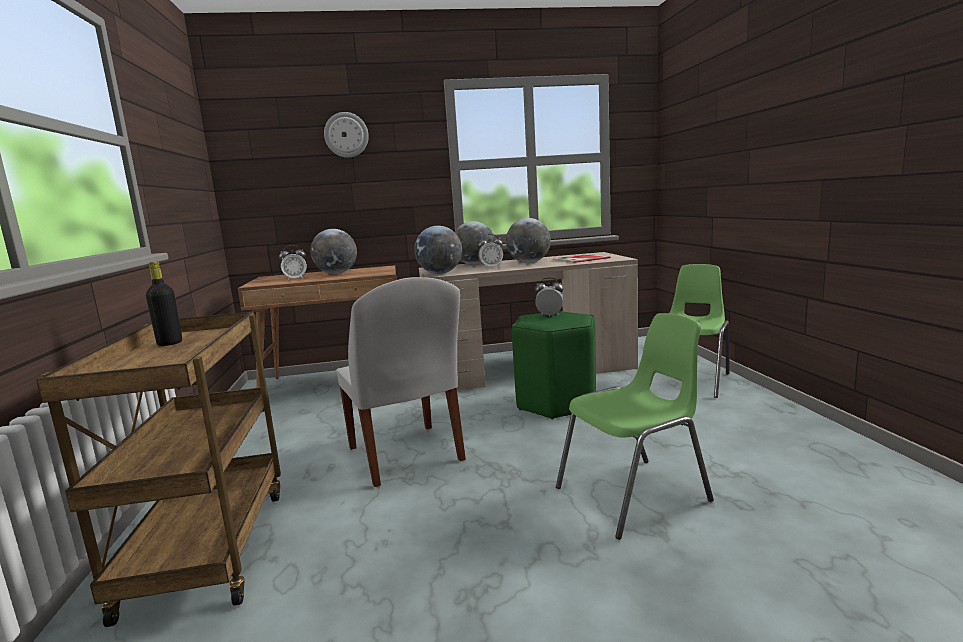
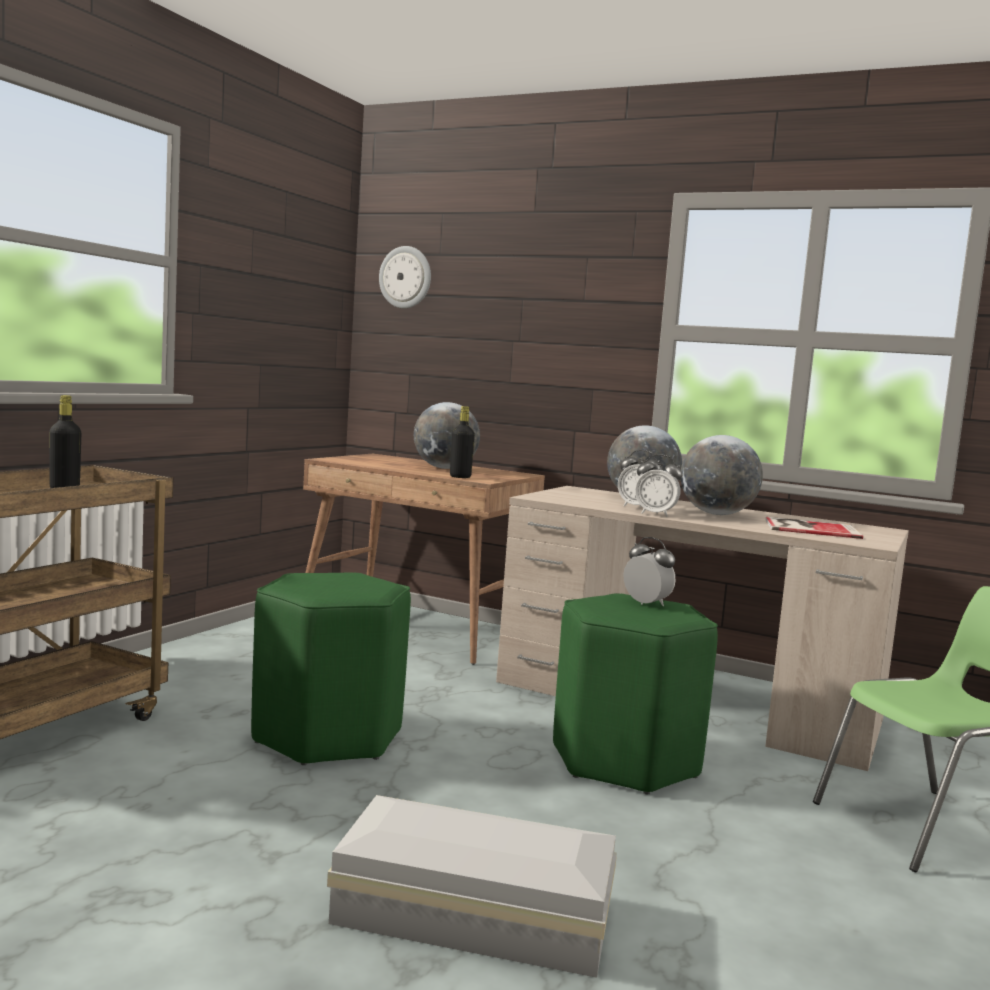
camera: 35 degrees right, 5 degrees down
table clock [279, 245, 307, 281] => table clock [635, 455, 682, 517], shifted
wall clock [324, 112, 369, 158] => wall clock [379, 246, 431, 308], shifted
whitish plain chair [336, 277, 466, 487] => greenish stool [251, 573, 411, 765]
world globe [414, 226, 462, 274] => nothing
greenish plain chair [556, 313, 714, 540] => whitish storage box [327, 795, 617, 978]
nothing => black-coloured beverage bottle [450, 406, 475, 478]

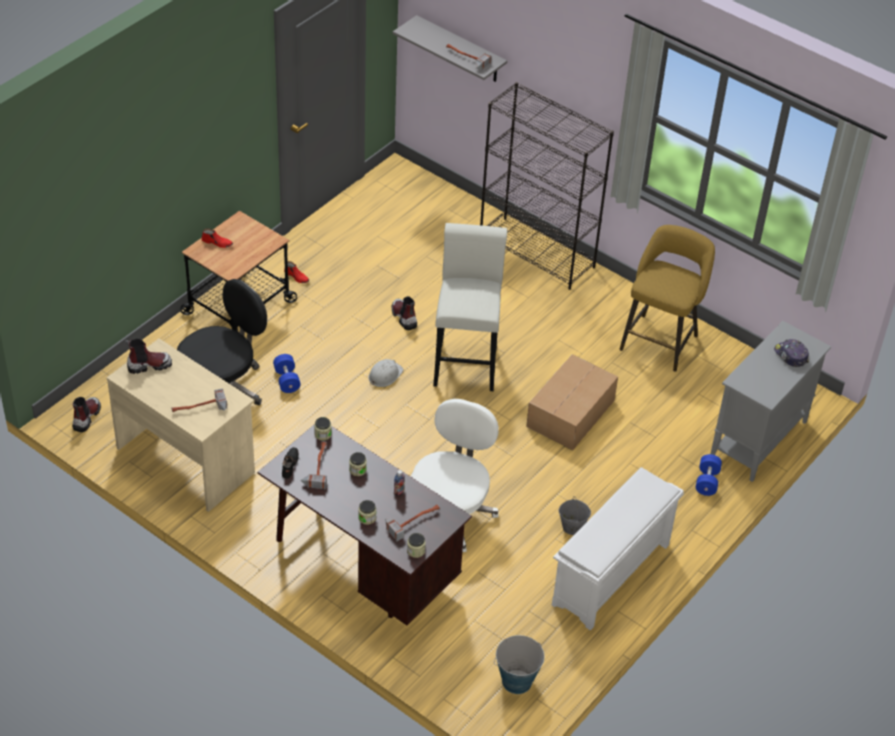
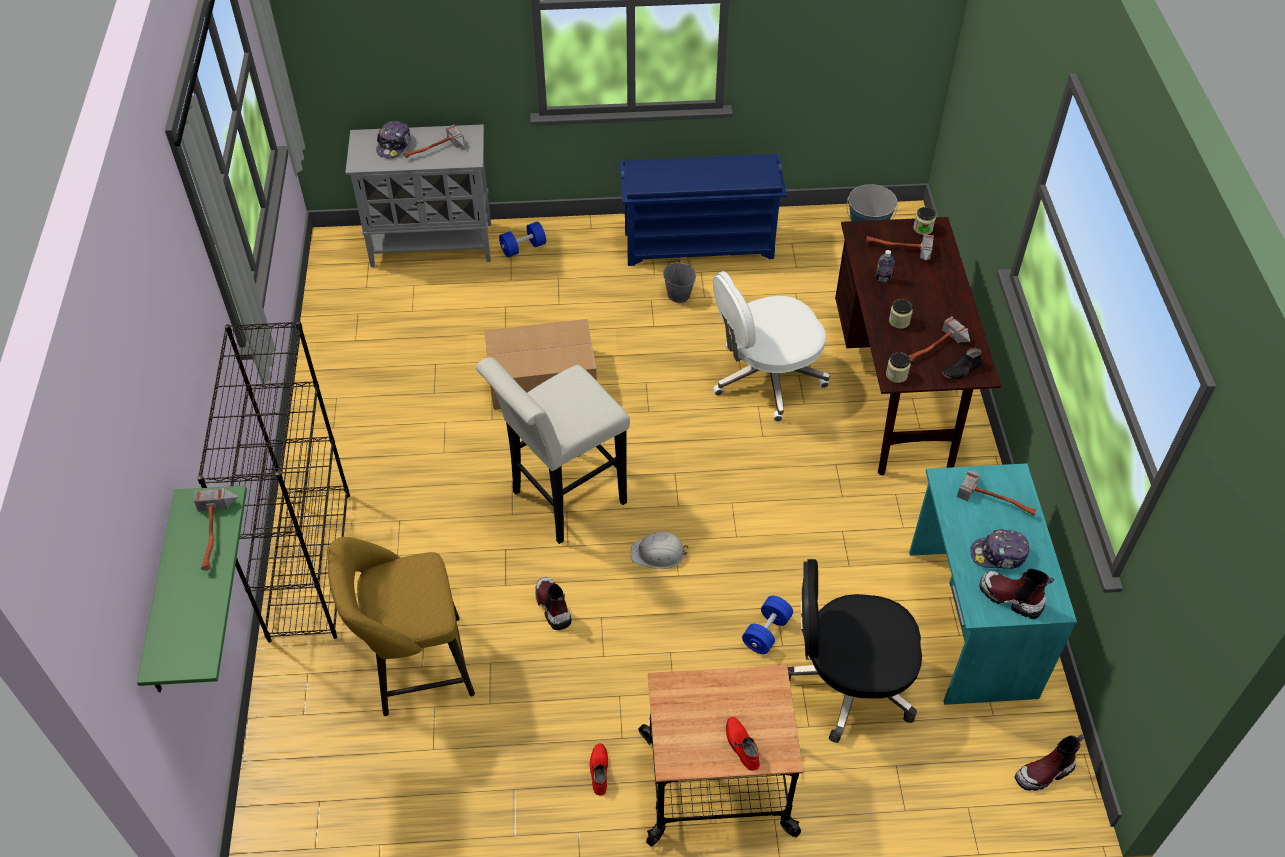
camera: 130 degrees left, 5 degrees up
beige-coloured desk unit [107, 339, 255, 512] => turquoise desk unit [909, 463, 1077, 705]
preserve jar [358, 500, 376, 525] => nothing
high-top boot [392, 296, 417, 330] => high-top boot [535, 577, 572, 630], 135 degrees clockwise
grey bracket shelf [393, 15, 507, 82] => greenish bracket shelf [137, 486, 247, 692]
whitish shoe stand [552, 467, 684, 630] => bluish shoe stand [620, 154, 787, 266]
yellow-coloured stool [620, 225, 715, 372] => yellow-coloured stool [328, 537, 475, 716], shifted
nothing => hand hammer [403, 124, 464, 158]
nothing => peaked cap [971, 529, 1029, 569]

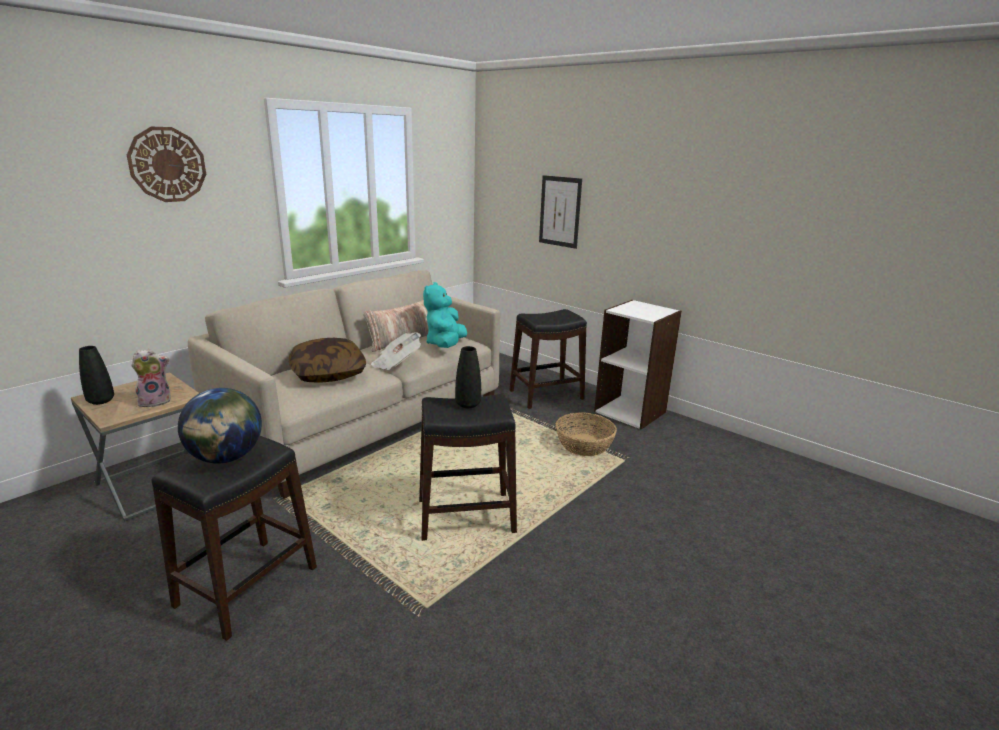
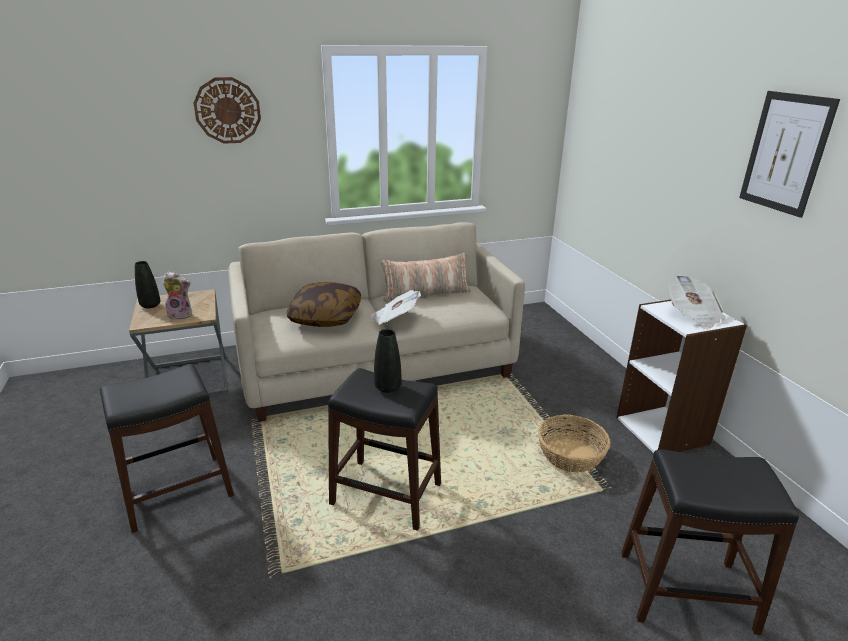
camera: 30 degrees right, 5 degrees up
world globe [178, 388, 262, 464] => nothing
turquoise plush toy [423, 282, 467, 348] => nothing
black-coloured stool [509, 309, 587, 409] => black-coloured stool [621, 449, 799, 635], shifted
wall picture [539, 175, 582, 249] => wall picture [739, 91, 840, 218], shifted
nothing => daily paper [668, 274, 726, 330]

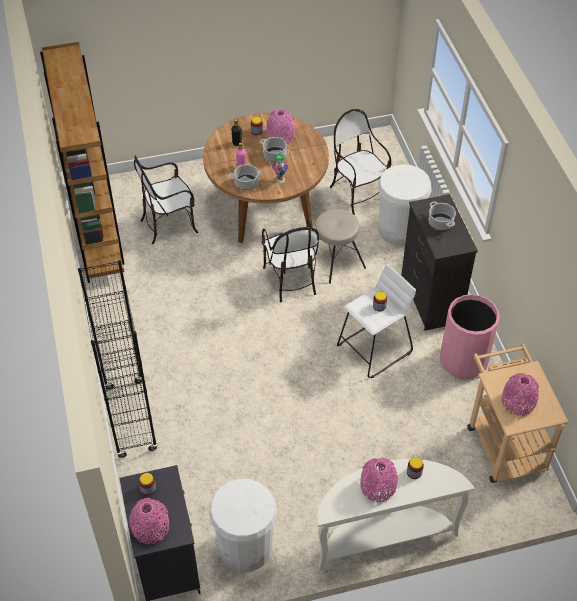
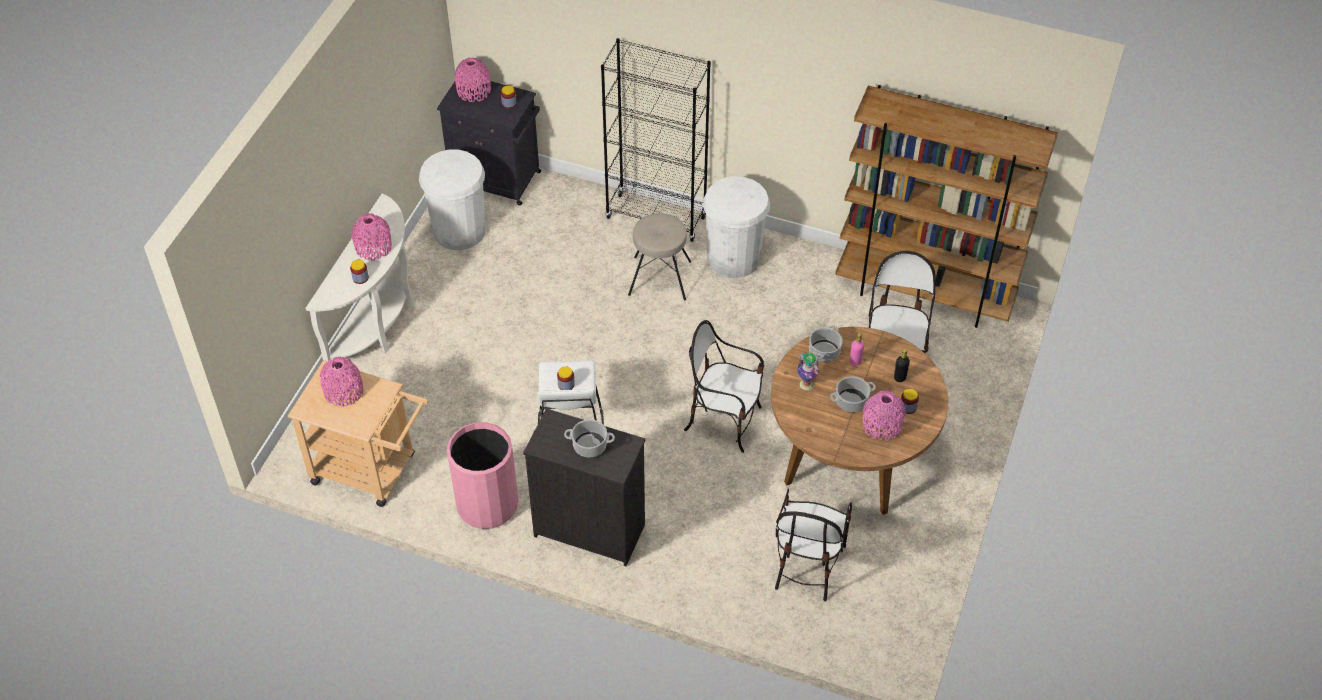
camera: 125 degrees right, 0 degrees up
beige-coloured stool [316, 209, 366, 284] => beige-coloured stool [628, 213, 691, 300], shifted
plain chair [330, 109, 391, 215] => plain chair [775, 488, 852, 601], 105 degrees clockwise
whitish trash can [378, 164, 432, 246] => whitish trash can [703, 176, 770, 278], shifted

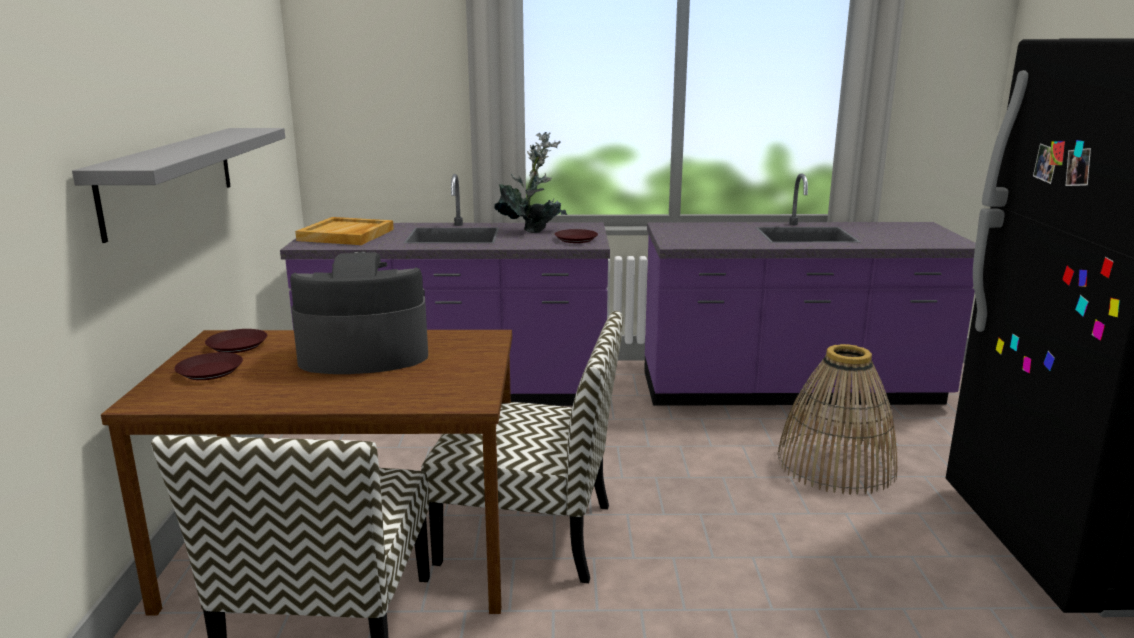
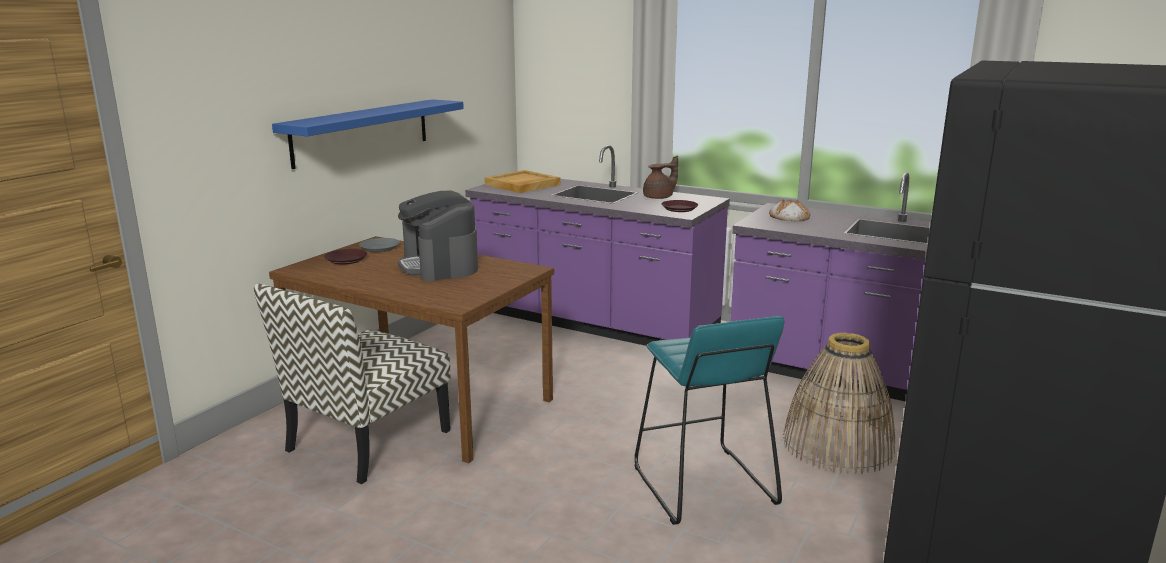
camera: 30 degrees right, 0 degrees up
grey bracket shelf [72, 128, 285, 243] => bluish bracket shelf [272, 99, 464, 169]
brownish plate [205, 329, 267, 353] => grey plate [359, 238, 400, 252]
coffee machine [290, 251, 428, 374] => coffee machine [398, 191, 478, 281], 135 degrees counterclockwise
plain chair [421, 311, 623, 583] => nothing
houseplant [494, 132, 567, 233] => brownish teapot [643, 156, 678, 199]
nothing => turquoise stool [635, 316, 784, 525]
nothing => bakery bread [769, 199, 810, 222]

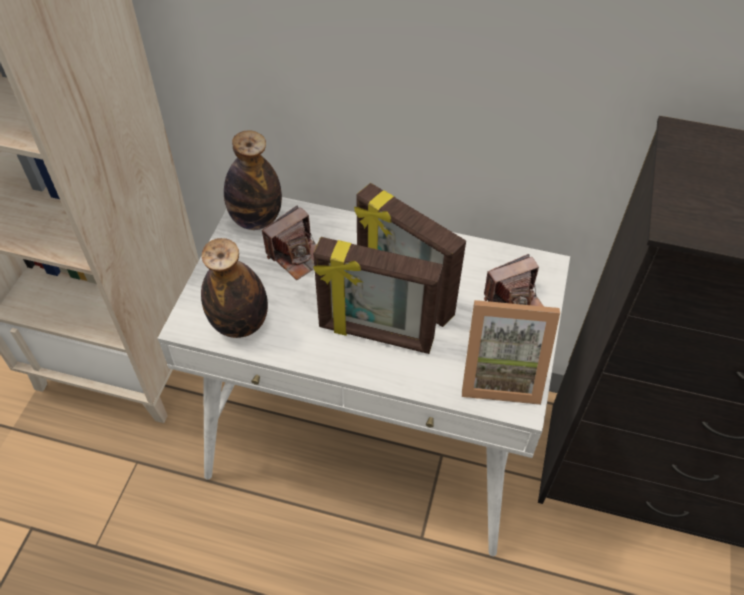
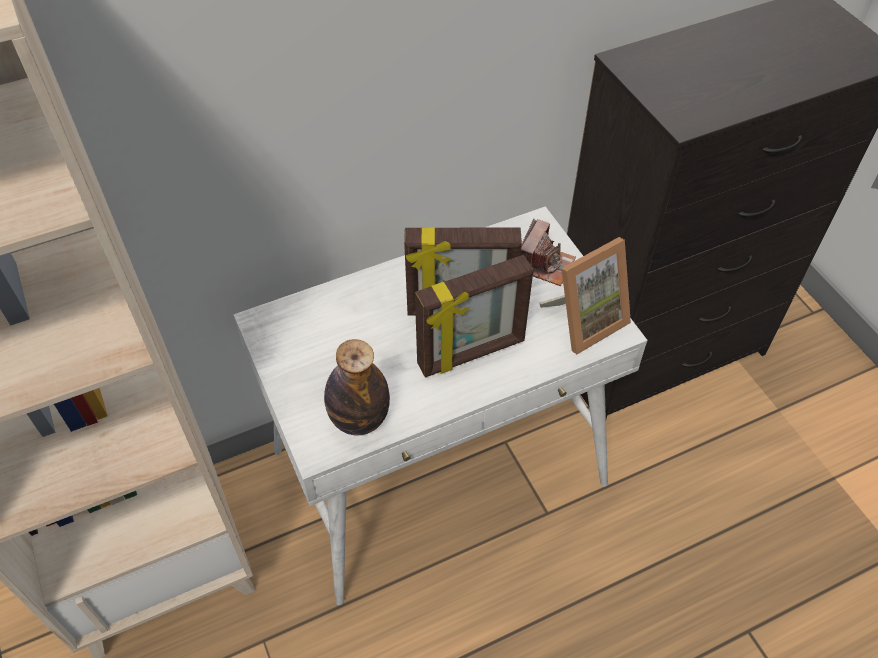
camera: 40 degrees left, 0 degrees up
beverage bottle [224, 131, 282, 230] => nothing
still camera [262, 205, 317, 280] => nothing

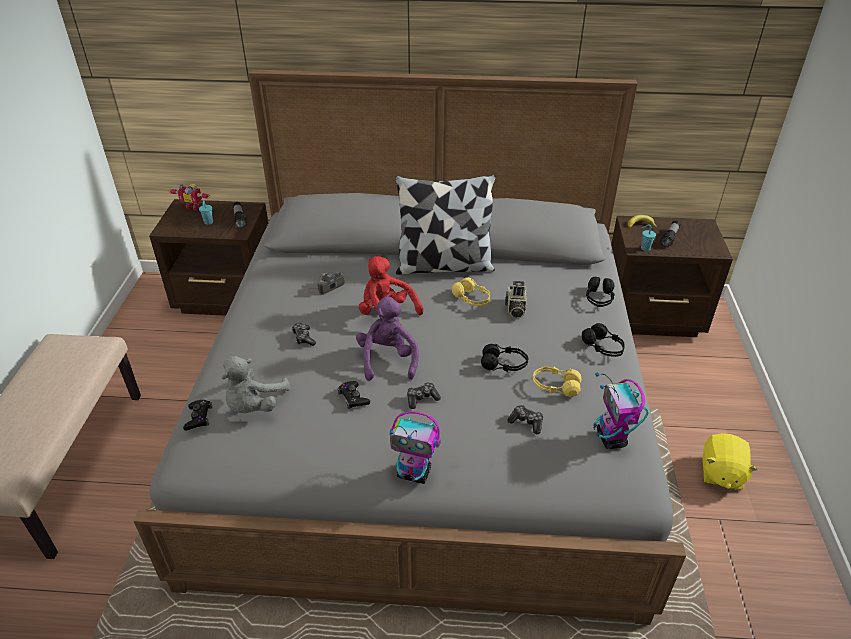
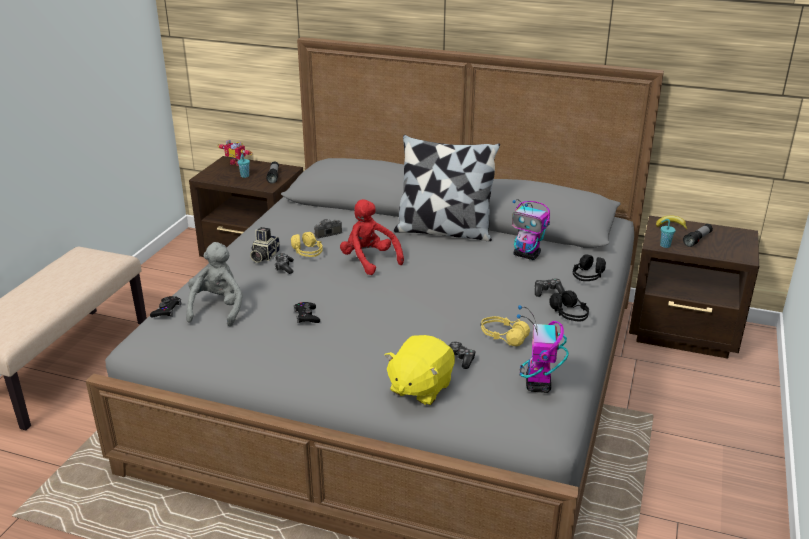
camera: 15 degrees right, 10 degrees down
grey plush toy [222, 356, 291, 413] => grey plush toy [186, 242, 243, 327], 150 degrees clockwise
purple plush toy [356, 297, 419, 381] => nothing
toy robot [390, 411, 441, 484] => toy robot [512, 199, 550, 260], shifted
gamepad [407, 382, 441, 409] => gamepad [535, 278, 565, 297], shifted
yellow-coloured headphones [452, 277, 490, 306] => yellow-coloured headphones [291, 232, 323, 257], shifted
black-coloured headphones [481, 344, 529, 372] => nothing
still camera [505, 281, 527, 319] => still camera [250, 227, 280, 263], shifted
yellow-coloured plush toy [702, 433, 758, 490] => yellow-coloured plush toy [385, 335, 455, 405], shifted

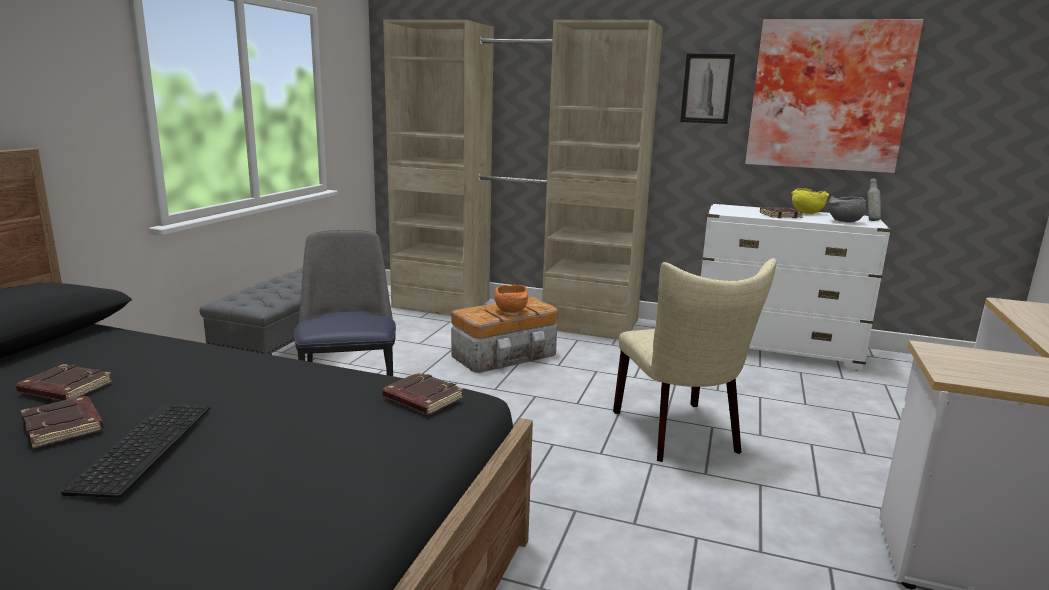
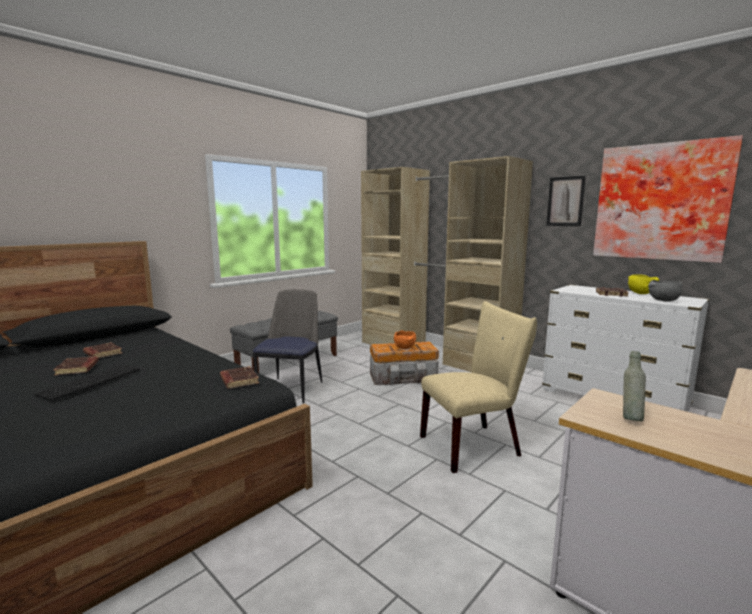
camera: 25 degrees right, 5 degrees down
beige-coloured plain chair [613, 258, 777, 462] => beige-coloured plain chair [420, 301, 537, 473], 120 degrees counterclockwise
grey beverage bottle [867, 178, 881, 221] => grey beverage bottle [623, 351, 646, 422], shifted

